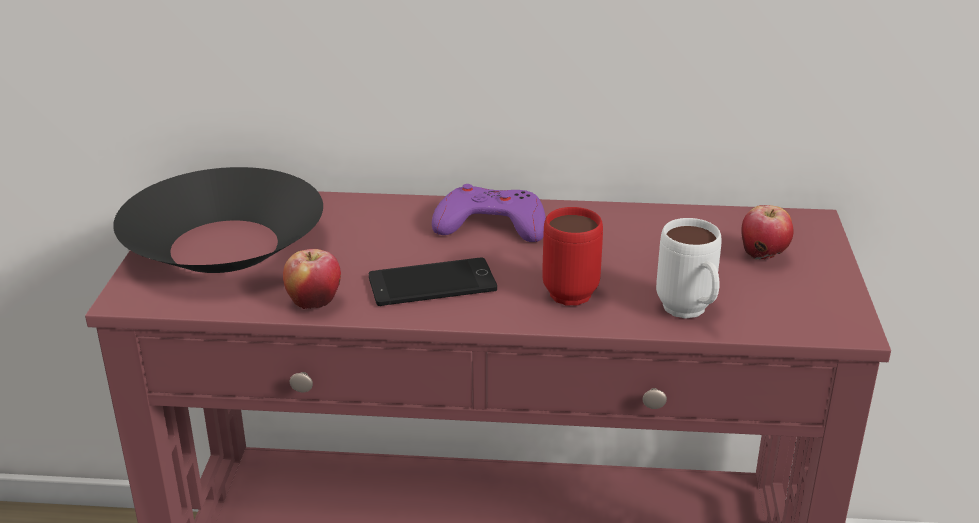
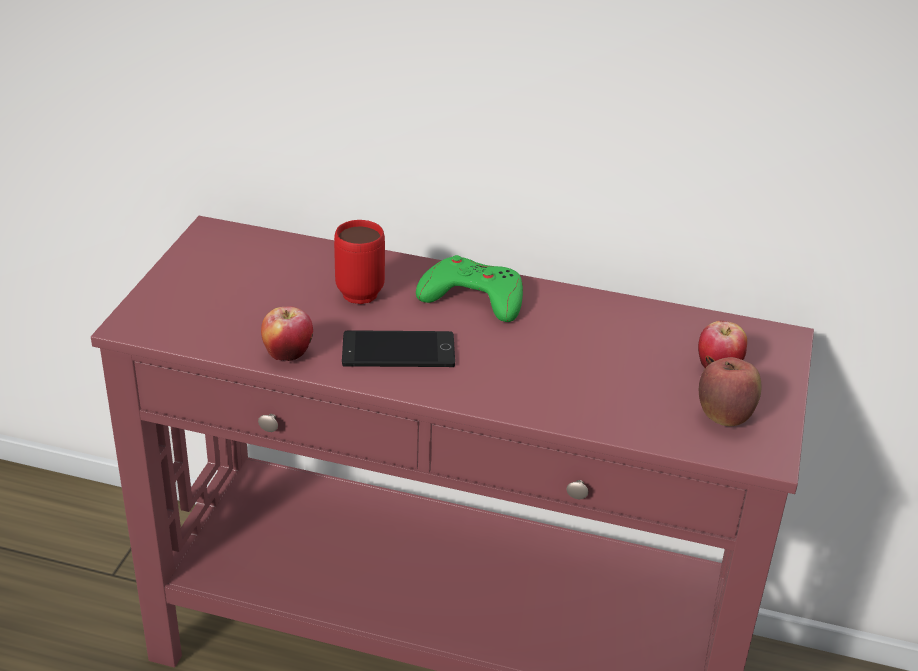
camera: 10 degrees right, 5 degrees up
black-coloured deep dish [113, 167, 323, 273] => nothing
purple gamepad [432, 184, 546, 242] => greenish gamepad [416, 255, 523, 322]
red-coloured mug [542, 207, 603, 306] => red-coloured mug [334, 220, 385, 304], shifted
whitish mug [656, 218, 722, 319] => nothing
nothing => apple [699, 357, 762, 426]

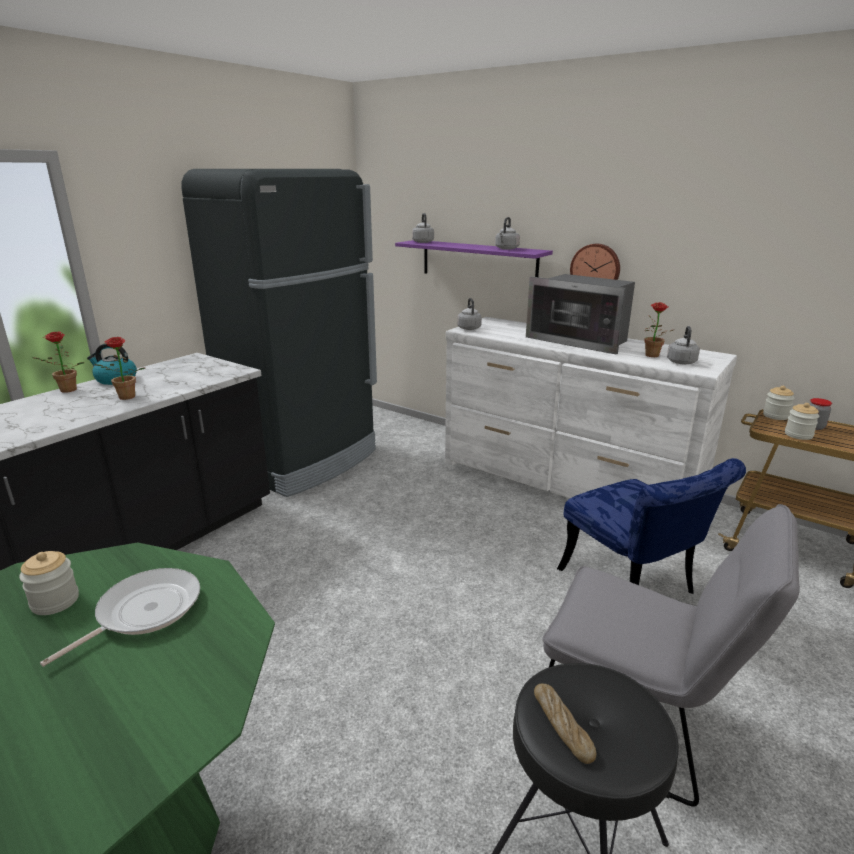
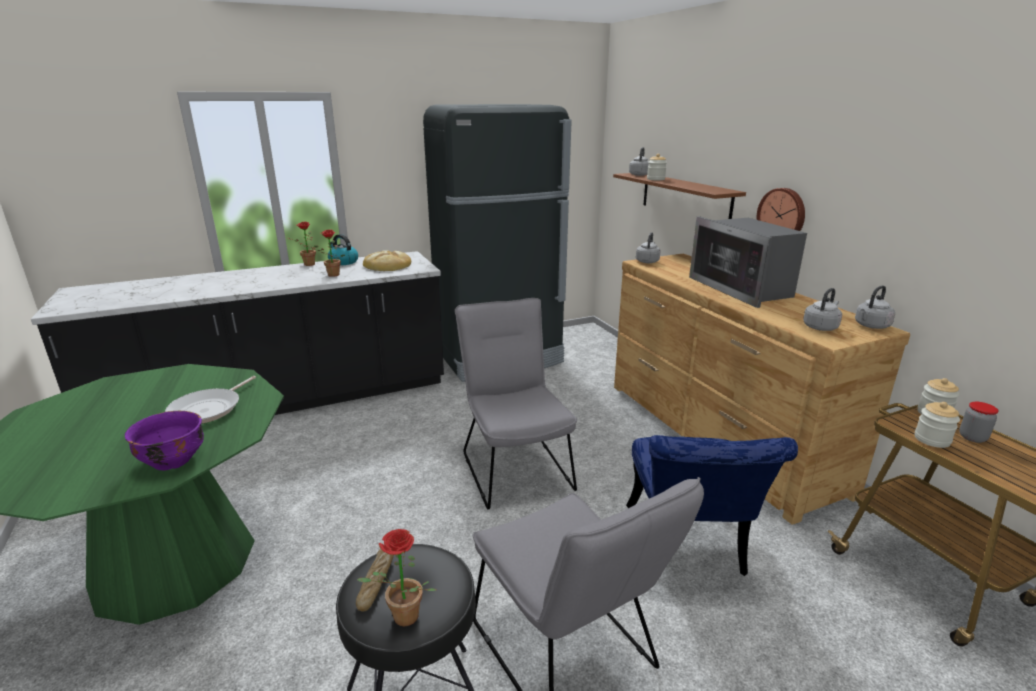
camera: 30 degrees right, 0 degrees up
preserve jar [19, 551, 79, 615] => preserve jar [647, 154, 667, 180], shifted
pan [40, 568, 200, 667] => pan [165, 376, 256, 424], 135 degrees clockwise
purple bracket shelf [395, 240, 553, 277] => brownish bracket shelf [613, 173, 746, 219]
whitish drawer chest [445, 317, 737, 498] => brownish drawer chest [614, 253, 910, 525]
grey kettle [495, 217, 520, 250] => grey kettle [855, 285, 895, 329], shifted
houseplant [644, 302, 675, 357] => houseplant [357, 529, 437, 626], shifted
nothing => purple deep dish [125, 411, 204, 470]
nothing => bakery bread [363, 250, 411, 271]
nothing => grey plain chair [455, 298, 577, 510]

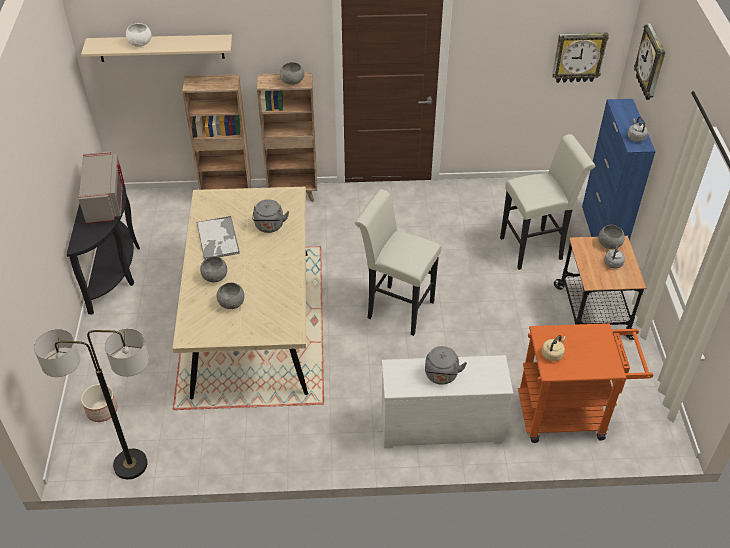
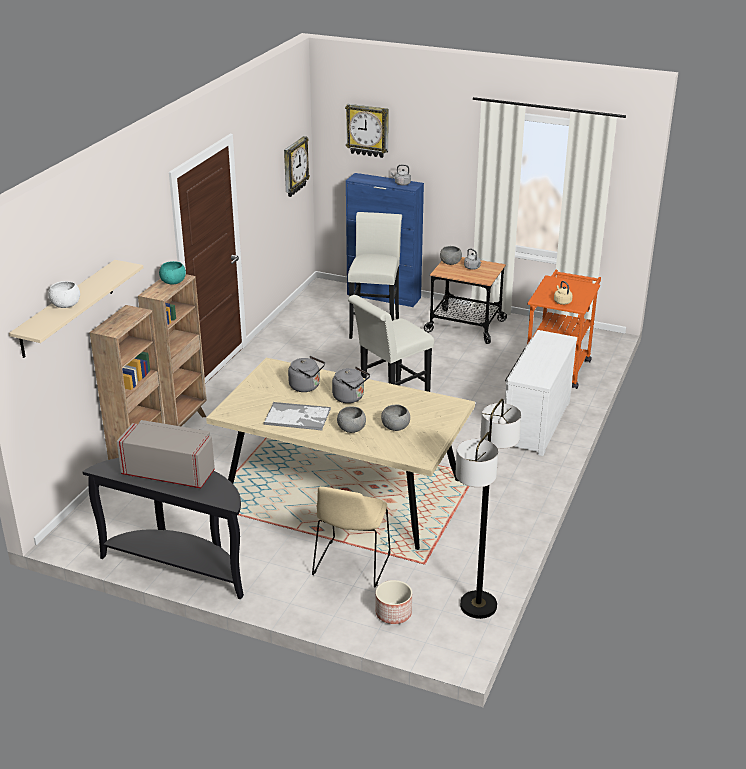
camera: 65 degrees left, 15 degrees down
grey deep dish [280, 62, 304, 85] => turquoise deep dish [159, 261, 186, 284]
grey kettle [425, 346, 467, 385] => grey kettle [332, 367, 370, 403], shifted
nothing => beige-coloured plain chair [312, 486, 391, 587]

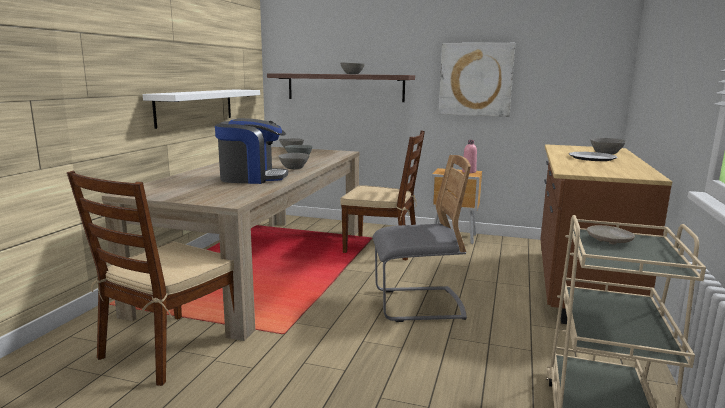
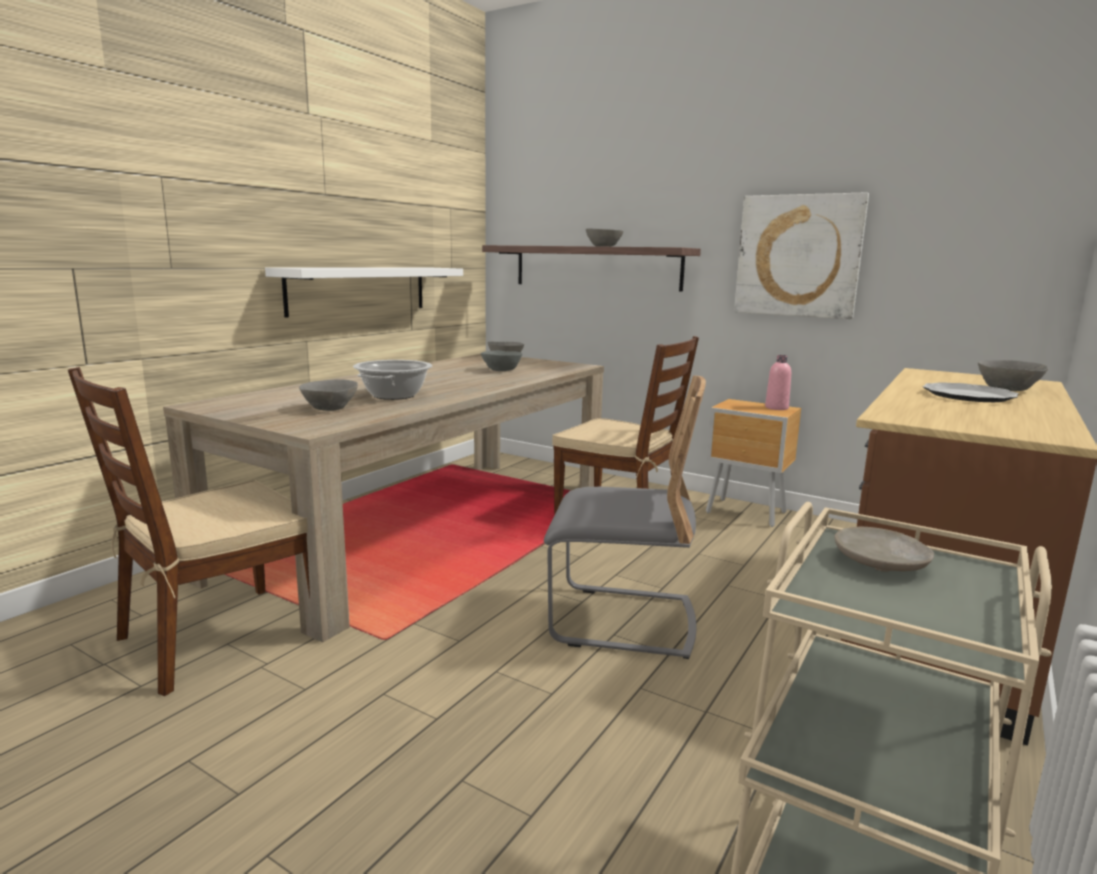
camera: 15 degrees right, 0 degrees up
coffee machine [215, 118, 288, 184] => stockpot [353, 360, 432, 400]
grey deep dish [278, 153, 310, 169] => grey deep dish [299, 379, 358, 411], shifted

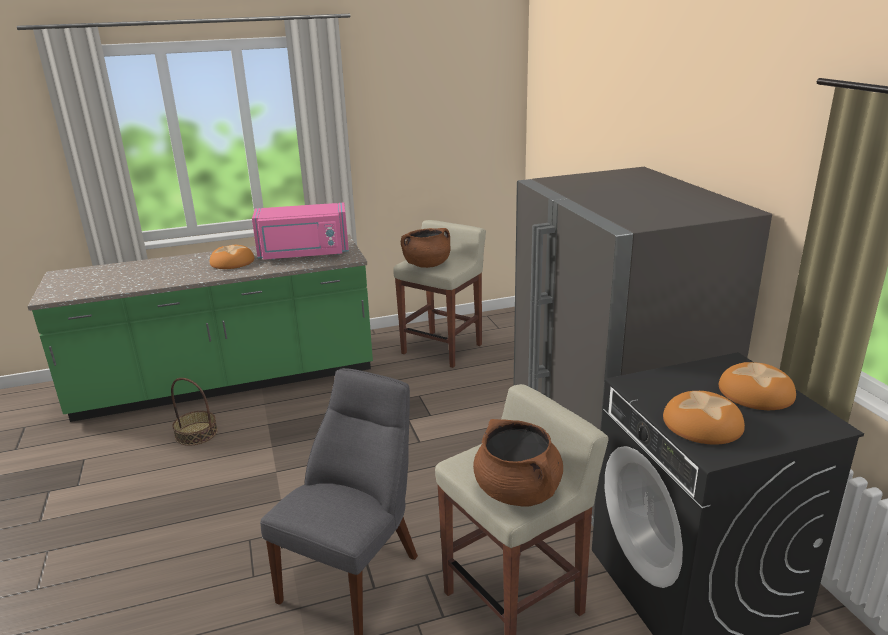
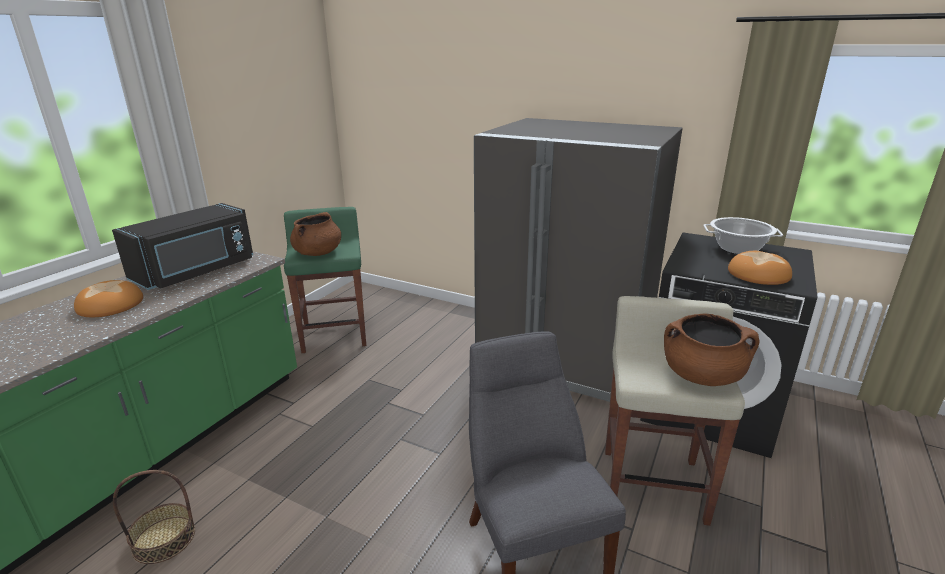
camera: 45 degrees left, 0 degrees up
pink-coloured microwave [252, 203, 349, 260] => black-coloured microwave [112, 203, 253, 290]
beige-coloured stool [393, 220, 486, 368] => greenish stool [284, 207, 366, 353]
bakery bread [719, 362, 796, 410] => stockpot [703, 217, 783, 254]

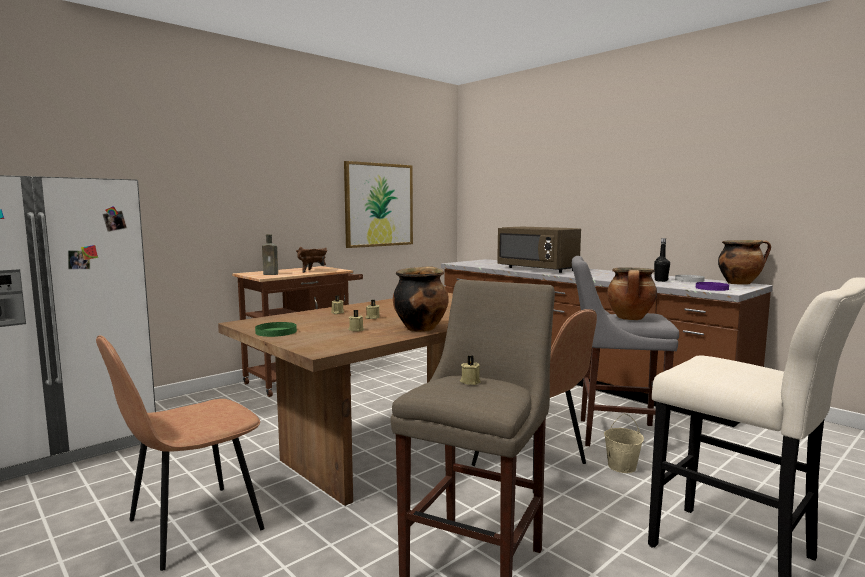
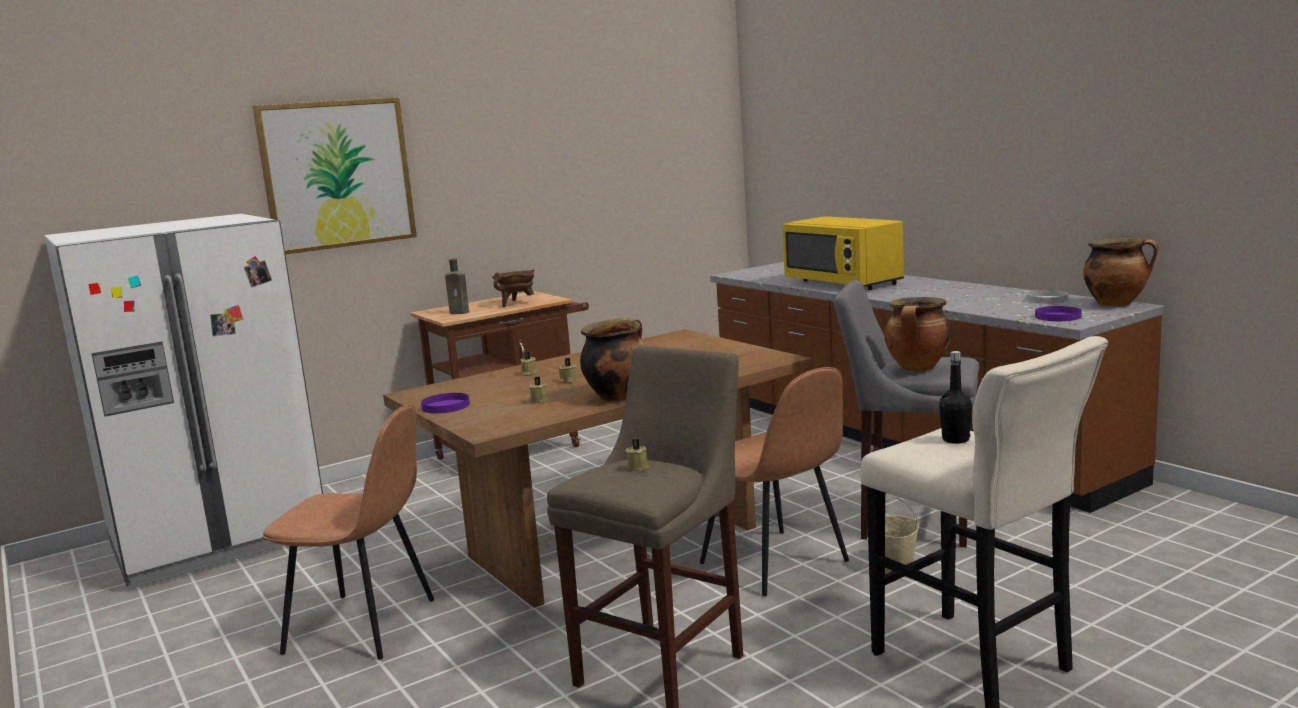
camera: 10 degrees right, 5 degrees up
brownish plain chair [96, 335, 265, 571] => brownish plain chair [263, 405, 434, 660], 135 degrees counterclockwise
greenish plate [255, 322, 297, 337] => purple plate [421, 393, 470, 413]
wall picture [344, 161, 413, 248] => wall picture [252, 98, 417, 254], shifted
brownish microwave [497, 227, 581, 273] => yellow-coloured microwave [783, 216, 904, 290]
black-coloured beverage bottle [654, 238, 670, 282] => black-coloured beverage bottle [939, 351, 972, 444], shifted

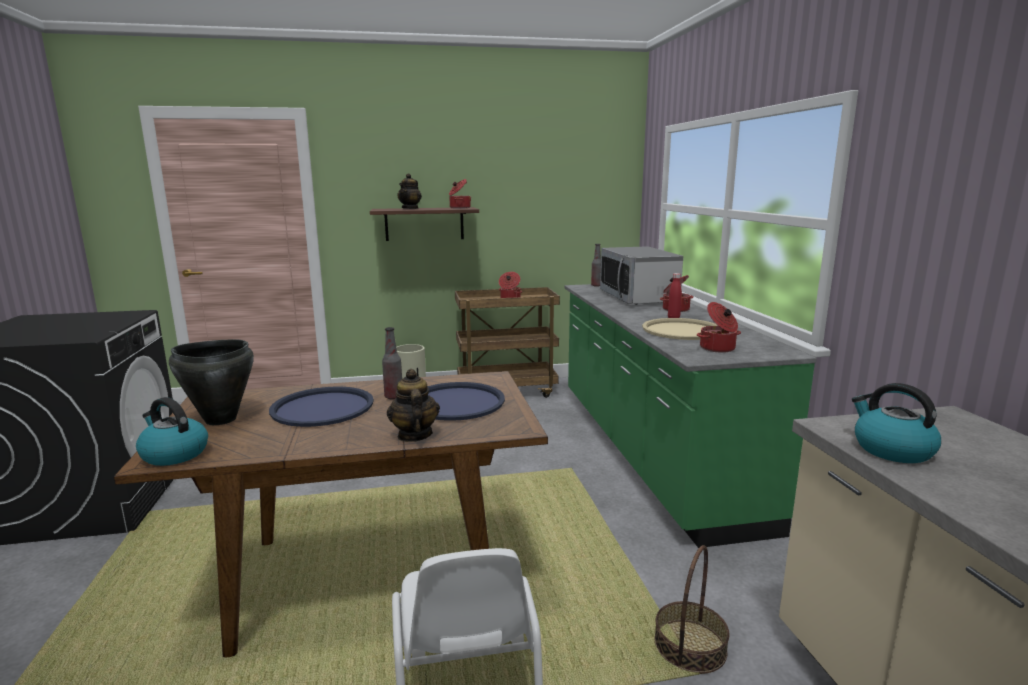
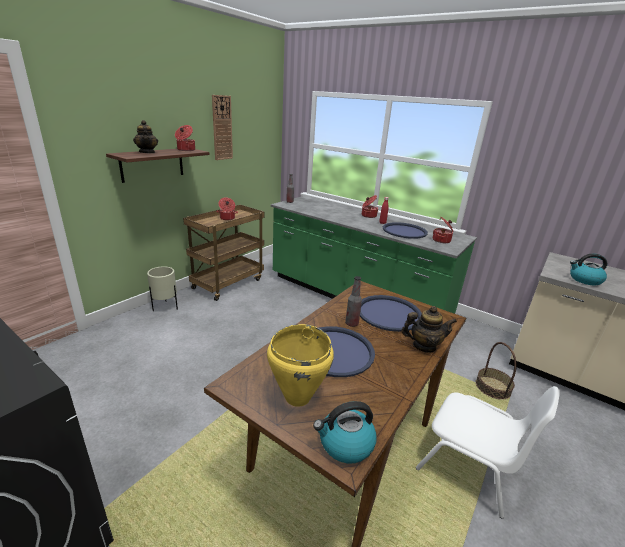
camera: 45 degrees left, 10 degrees up
black-coloured stockpot [169, 339, 254, 425] => yellow-coloured stockpot [267, 324, 334, 407]
teapot [387, 369, 440, 442] => teapot [401, 306, 457, 353], 150 degrees clockwise
microwave [600, 246, 683, 305] => nothing
beige-coloured carrying tray [642, 318, 718, 340] => bluish carrying tray [383, 222, 428, 239]
nothing => wall clock [212, 95, 233, 160]

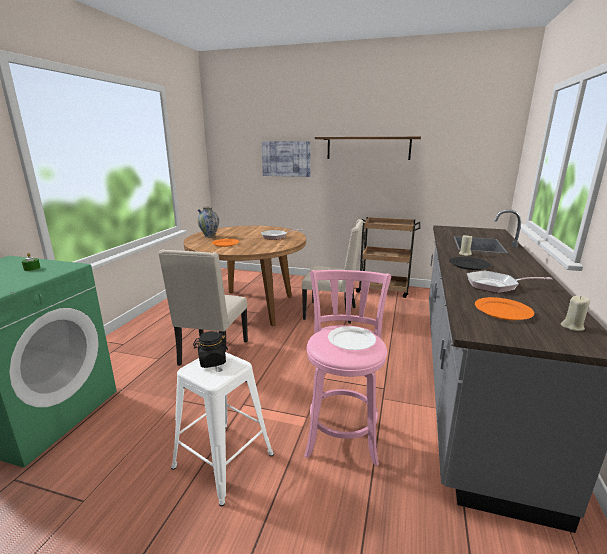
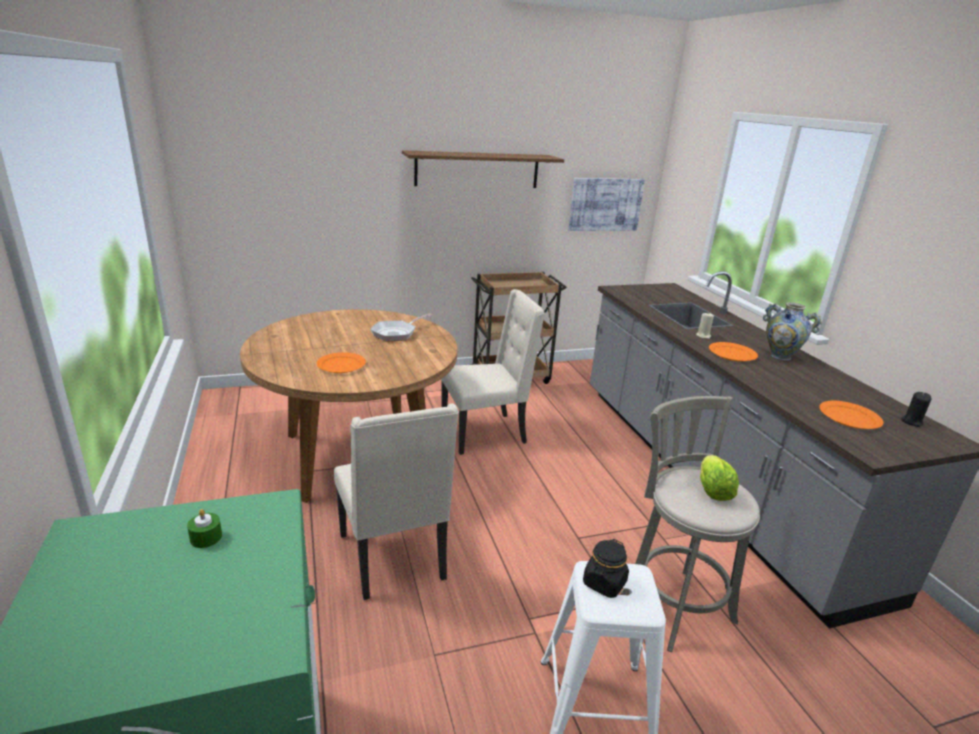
camera: 35 degrees left, 5 degrees up
decorative vase [197, 206, 219, 238] => decorative vase [763, 302, 822, 361], shifted
wall picture [261, 141, 311, 177] => wall picture [568, 178, 645, 231], shifted
pink-coloured stool [304, 270, 391, 466] => grey stool [620, 396, 760, 652]
whitish plate [328, 326, 376, 350] => lettuce [700, 455, 739, 501]
black-coloured plate [449, 257, 491, 270] => orange plate [709, 342, 758, 362]
pan [467, 271, 552, 293] => nothing
beige-coloured wax candle [561, 296, 590, 331] => black-coloured wax candle [901, 392, 932, 427]

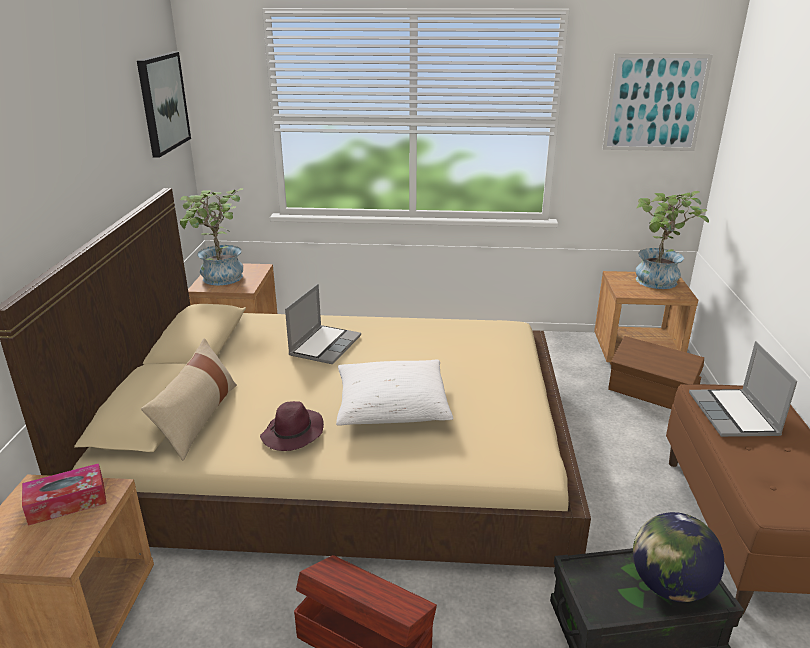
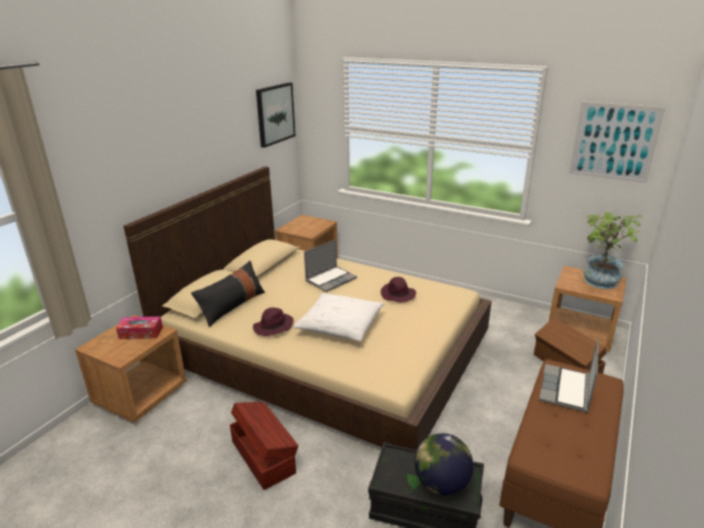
camera: 25 degrees right, 0 degrees up
beige-coloured cushion [141, 338, 237, 461] => black-coloured cushion [191, 261, 265, 327]
houseplant [180, 188, 243, 285] => nothing
nothing => purple wearable hat [381, 277, 416, 302]

